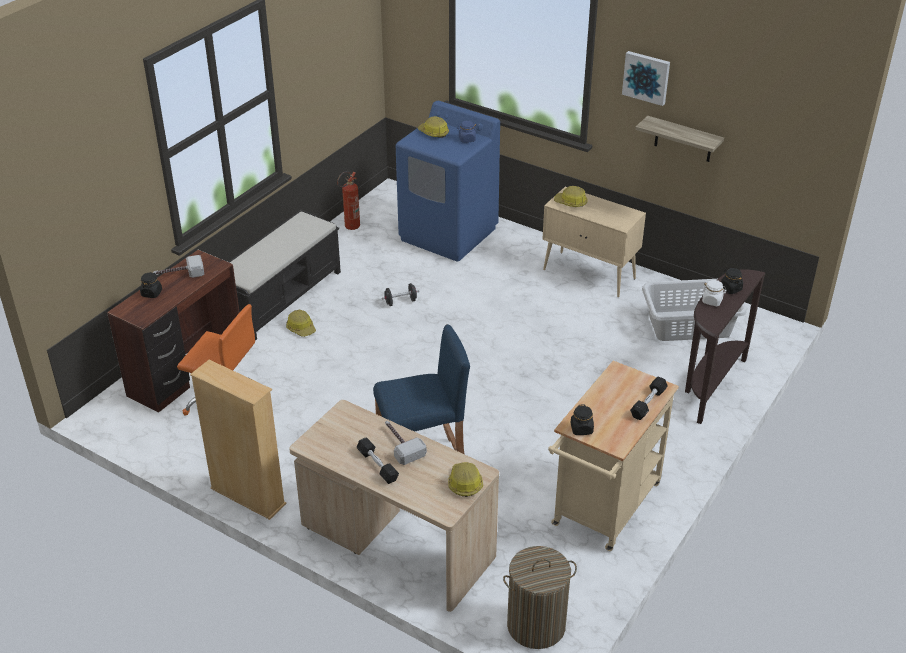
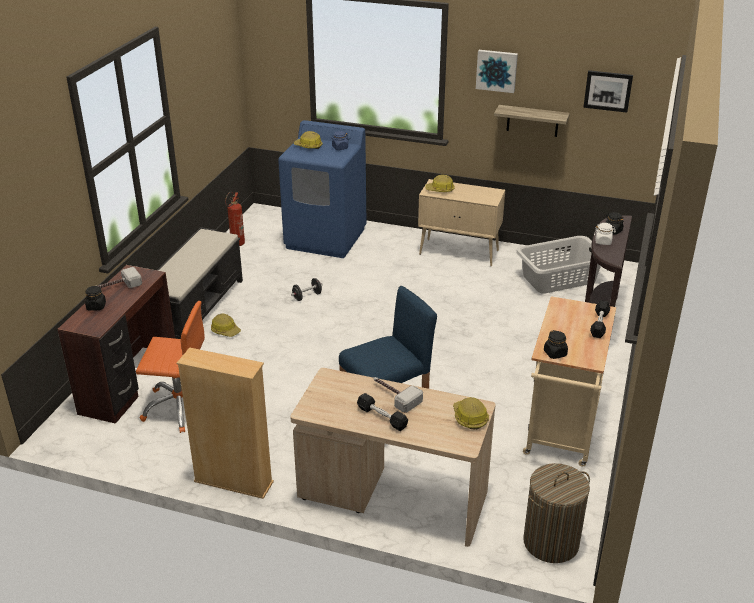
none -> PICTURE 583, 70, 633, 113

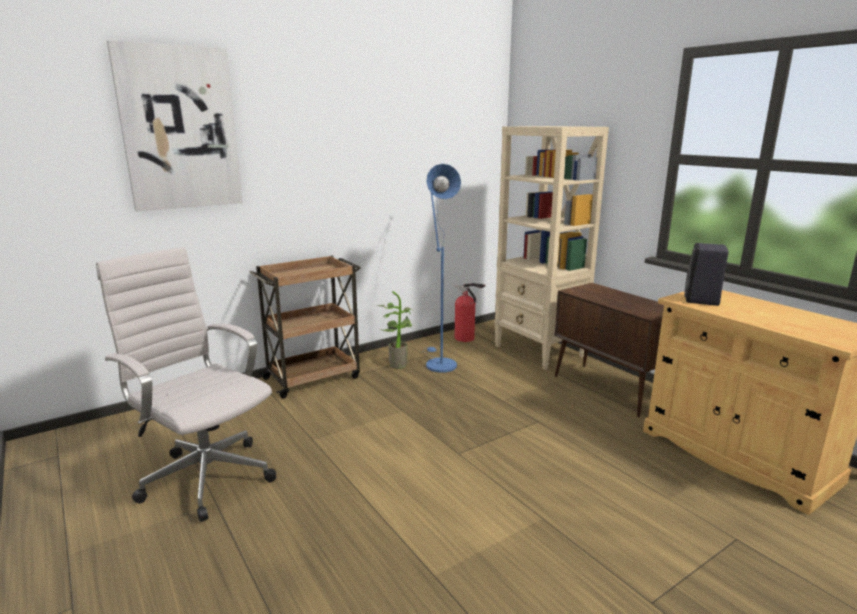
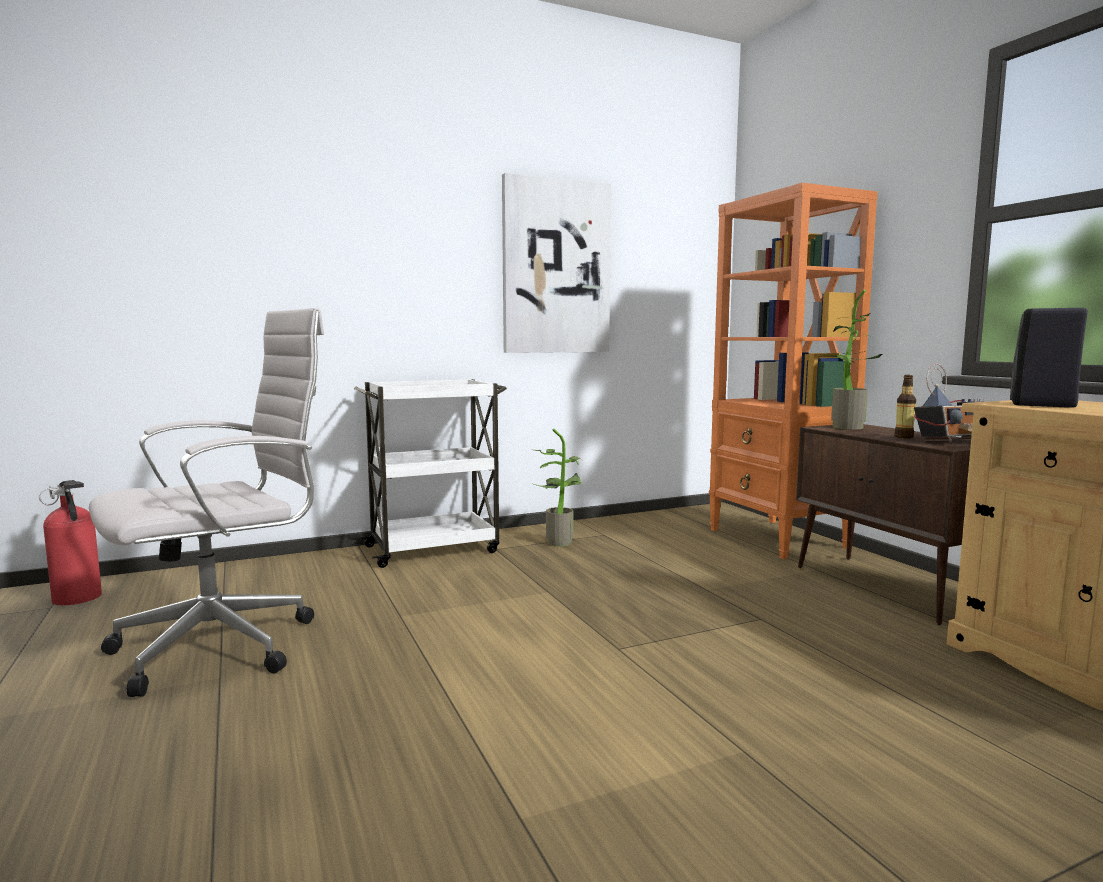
WHITE OFFICE CHAIR 96, 247, 276, 522 -> WHITE OFFICE CHAIR 89, 308, 324, 697, 90 degrees clockwise
PICTURE 107, 40, 243, 212 -> PICTURE 502, 173, 611, 353, relocated
BROWN CART 249, 256, 361, 398 -> WHITE CART 354, 379, 507, 568
BLUE FLOOR LAMP 423, 164, 461, 373 -> none
FIRE EXTINGUISHER 454, 283, 485, 342 -> FIRE EXTINGUISHER 39, 480, 102, 605, relocated
BEIGE BOOKCASE 494, 126, 609, 370 -> ORANGE BOOKCASE 709, 183, 878, 559
none -> POTTED PLANT 820, 290, 883, 429
none -> BOTTLE 894, 375, 916, 439
none -> RADIO 914, 363, 985, 442

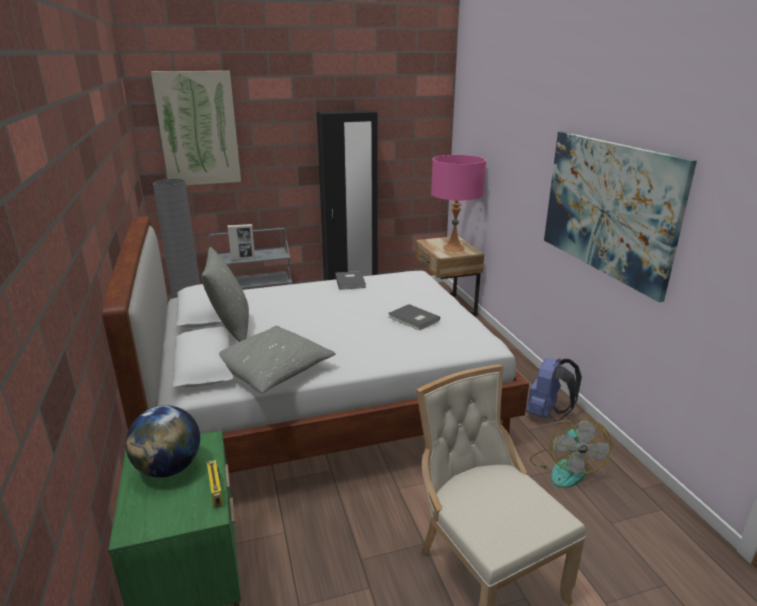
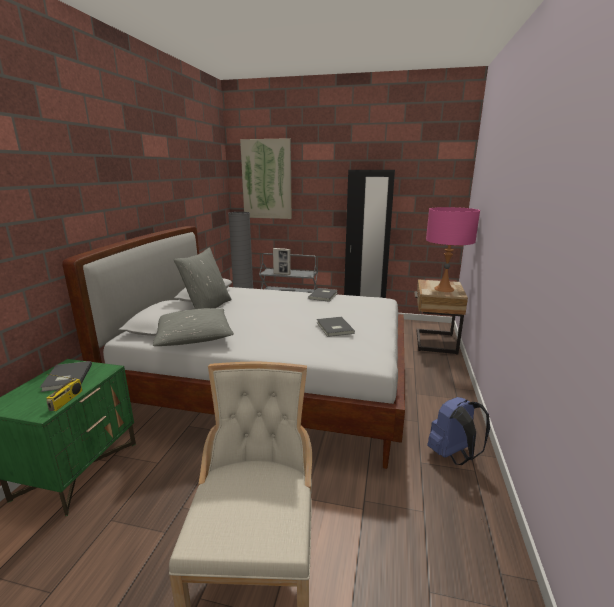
GLOBE 126, 405, 200, 478 -> GREY BOOK 40, 361, 92, 392
FAN 530, 418, 612, 488 -> none
PICTURE 544, 132, 697, 302 -> none

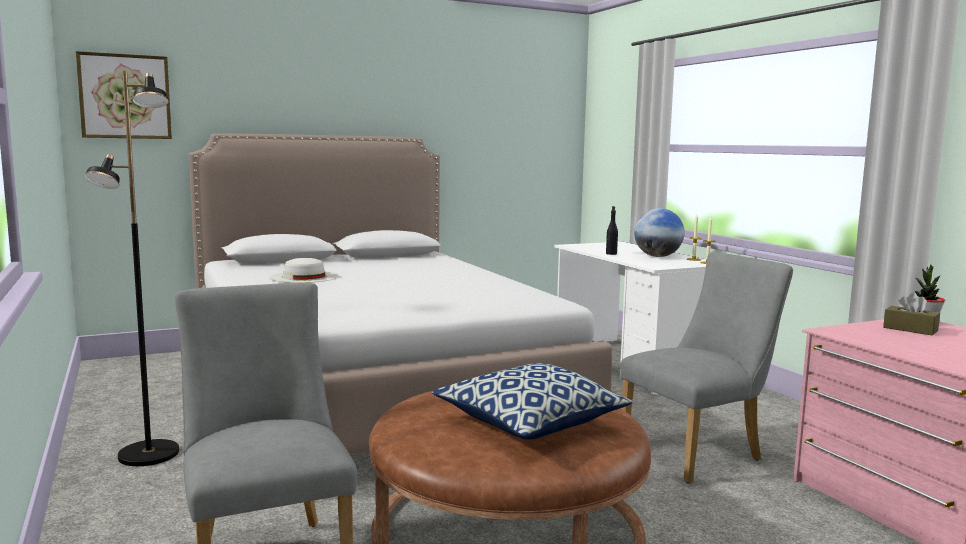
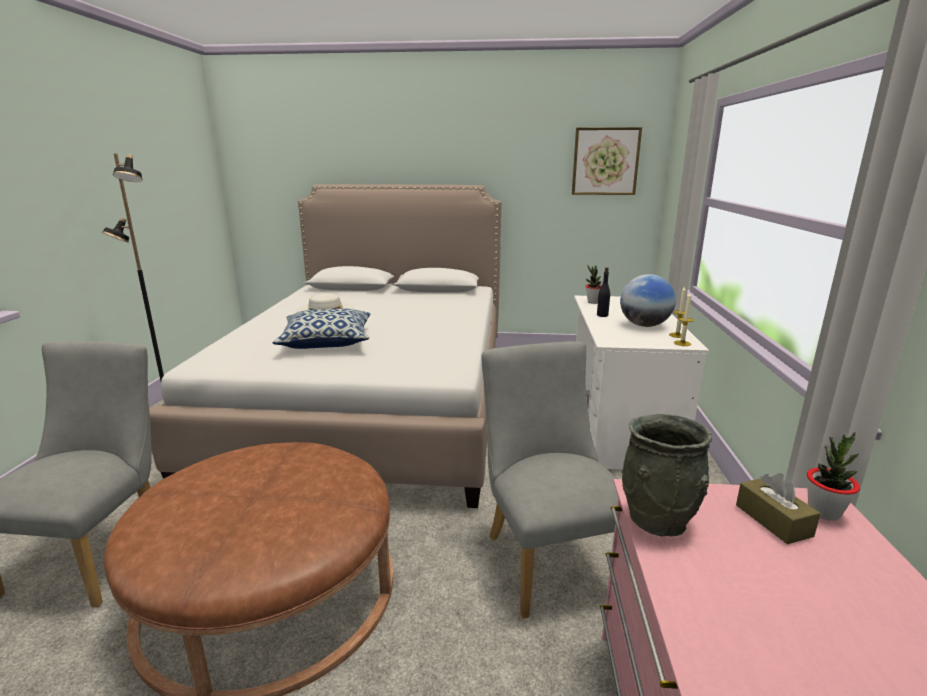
PICTURE 76, 51, 172, 139 -> PICTURE 572, 127, 642, 195, relocated
PILLOW 432, 363, 633, 439 -> PILLOW 273, 308, 371, 349, relocated
GREY CHAIR 620, 252, 793, 483 -> GREY CHAIR 482, 341, 618, 619, 105 degrees counterclockwise
none -> POTTED PLANT 586, 265, 602, 304
none -> GREY VASE 622, 414, 712, 537

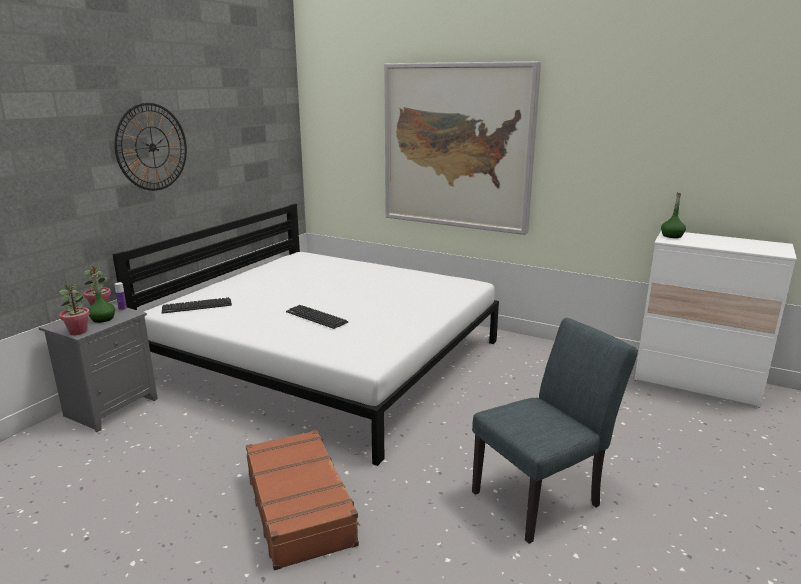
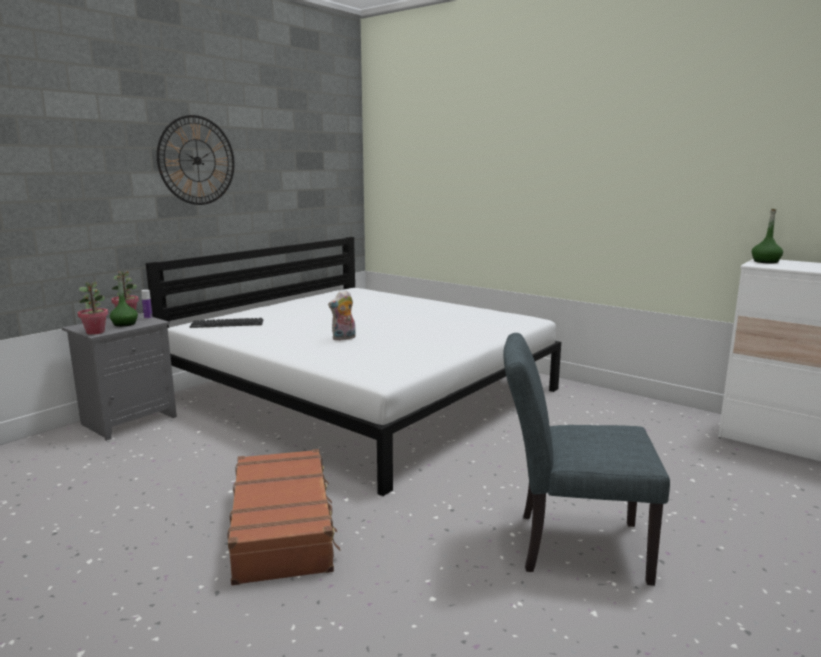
KEYBOARD 286, 305, 348, 329 -> PLUSH TOY 328, 290, 356, 340
PICTURE 384, 61, 541, 235 -> none
GREY CHAIR 472, 318, 638, 544 -> GREY CHAIR 503, 333, 670, 586, 150 degrees counterclockwise

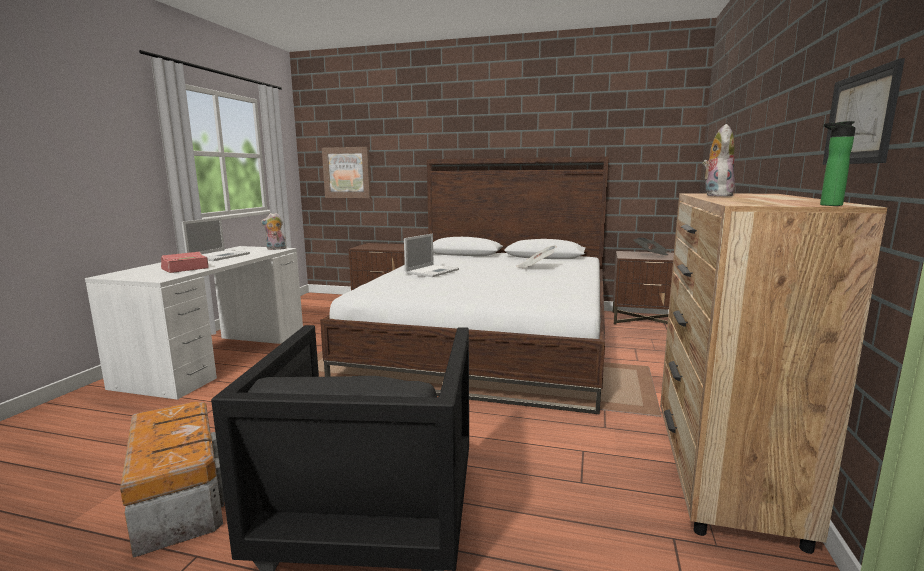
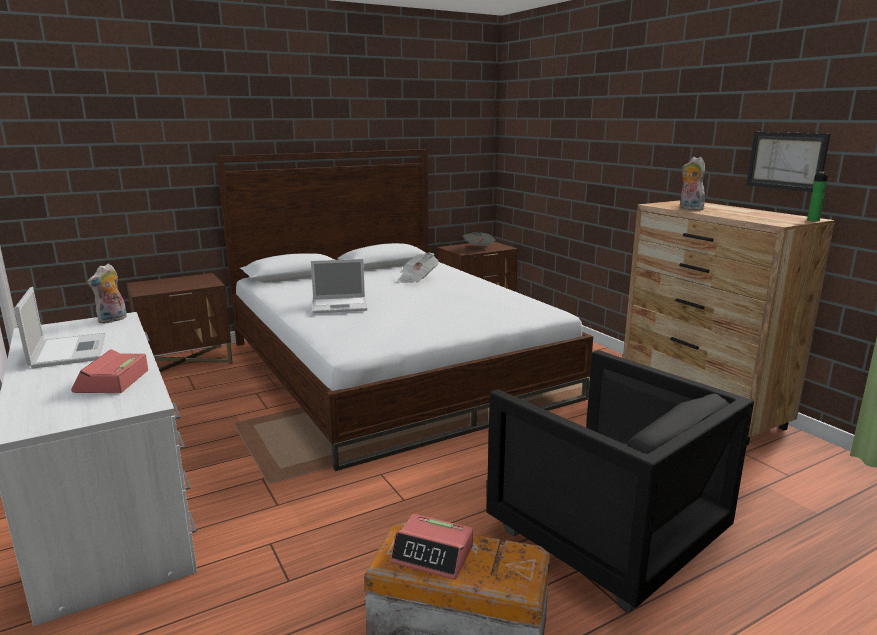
PICTURE 322, 147, 371, 198 -> none
LAPTOP 404, 233, 459, 277 -> LAPTOP 311, 259, 367, 313, 90 degrees clockwise
none -> ALARM CLOCK 390, 514, 473, 580

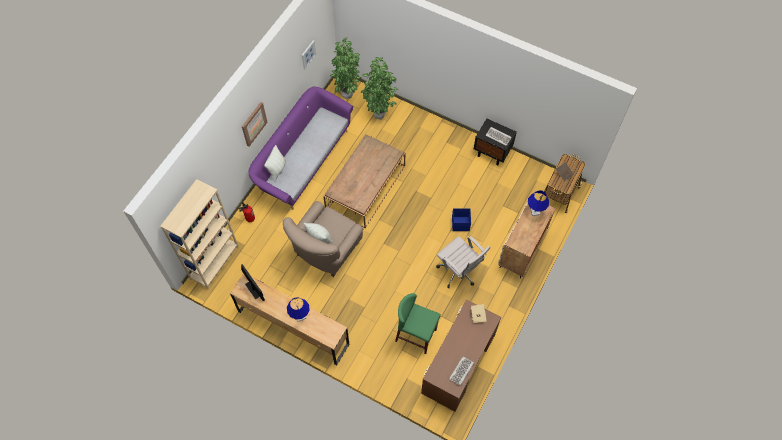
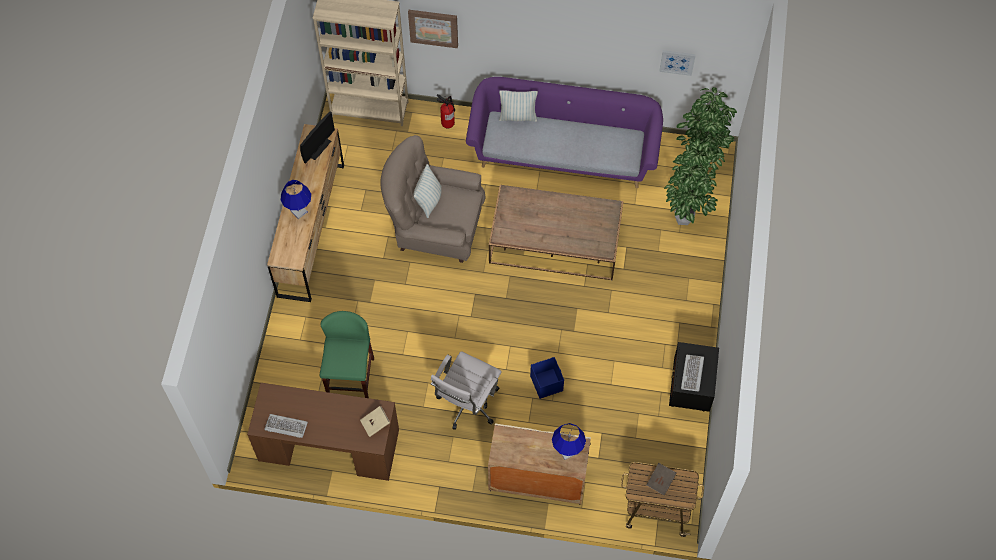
PICTURE 242, 102, 268, 146 -> PICTURE 408, 10, 458, 48, relocated

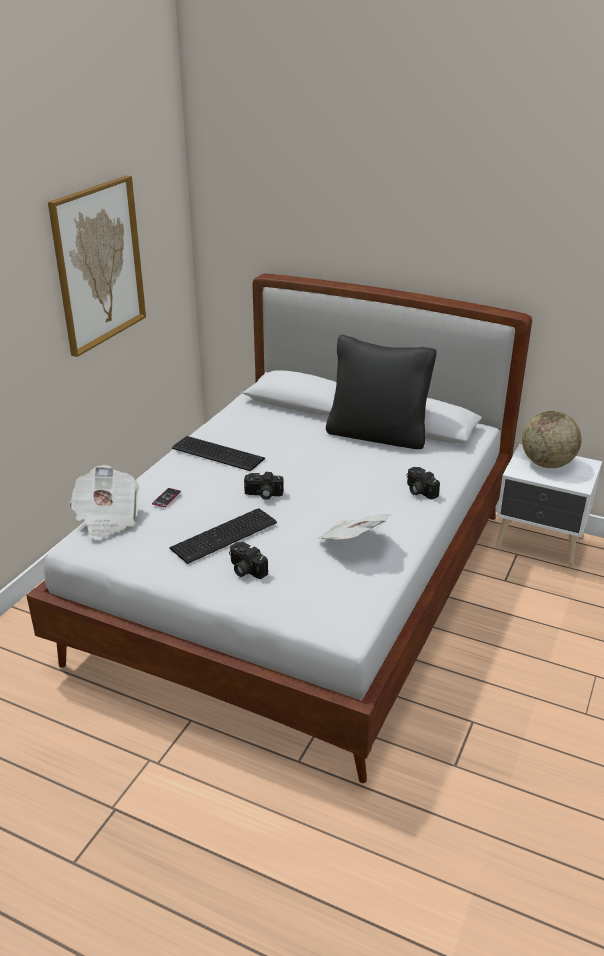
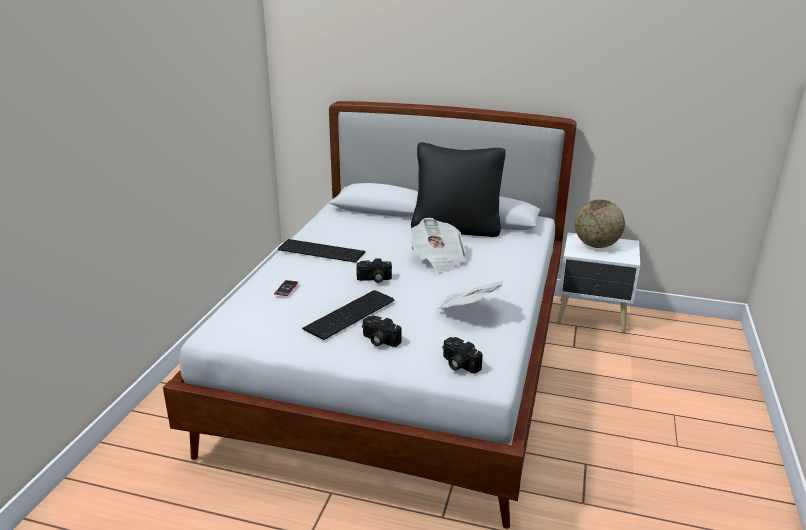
PICTURE 48, 176, 146, 357 -> none
NEWSPAPER 70, 465, 139, 540 -> NEWSPAPER 411, 218, 466, 273, relocated
PHOTO CAMERA 406, 467, 440, 499 -> PHOTO CAMERA 442, 337, 483, 374, relocated

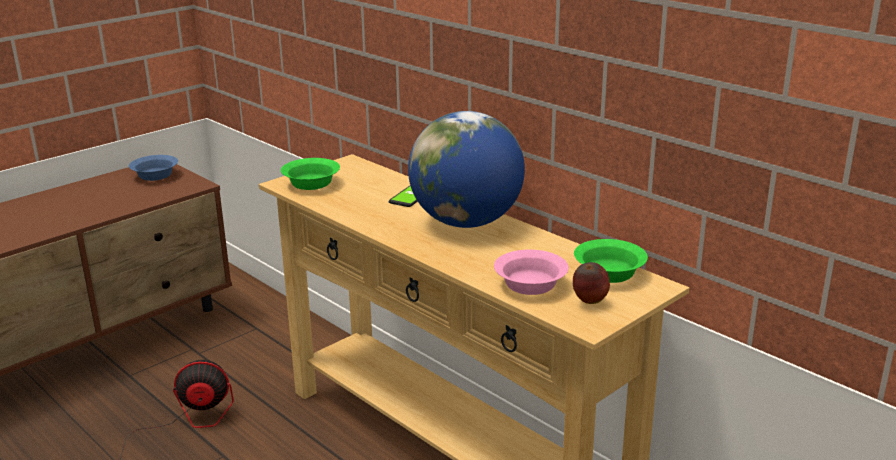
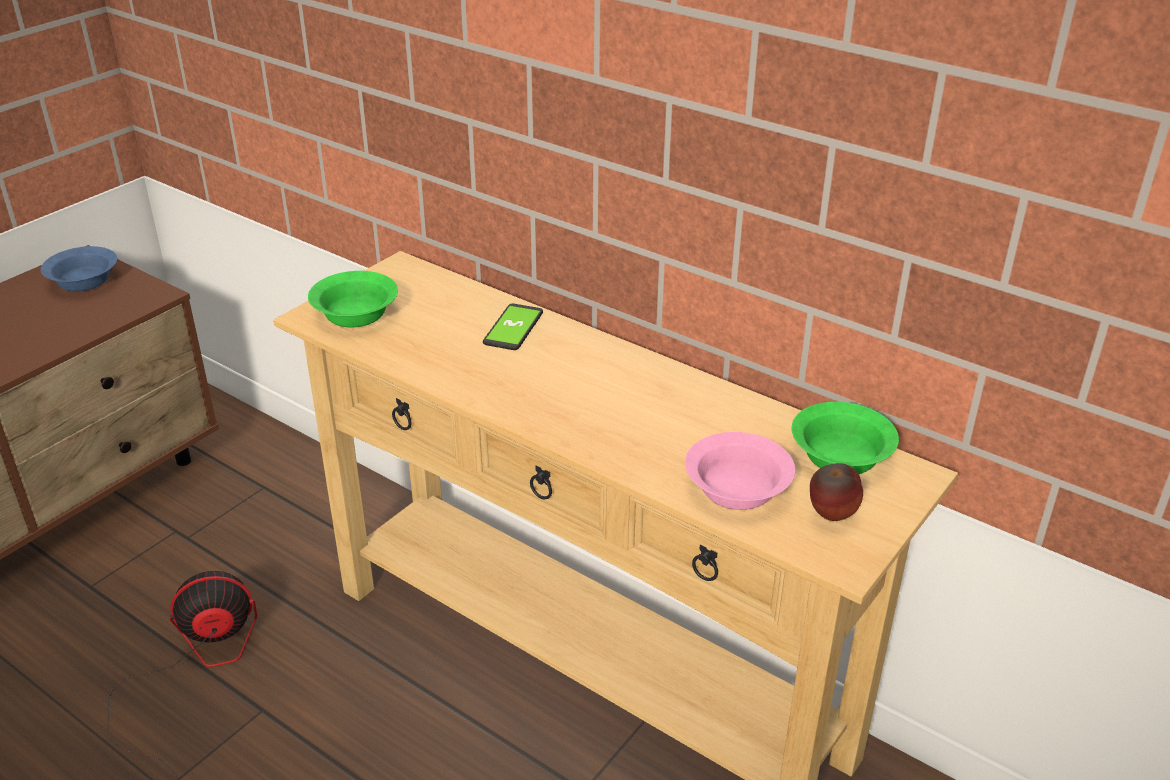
GLOBE 408, 111, 525, 228 -> none

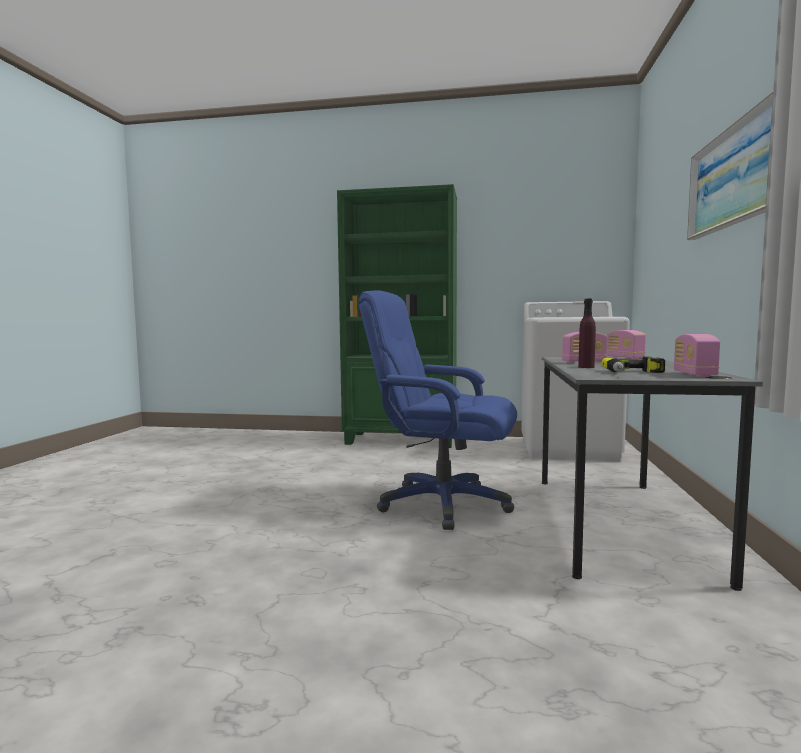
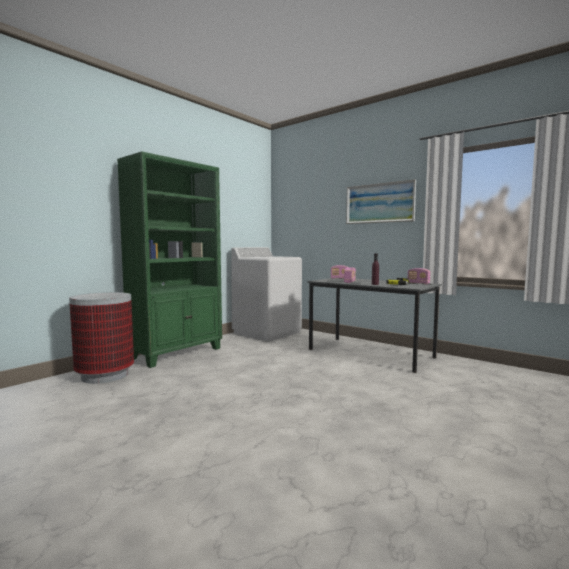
BLUE OFFICE CHAIR 358, 290, 517, 530 -> none
none -> TRASH CAN 69, 292, 134, 384

